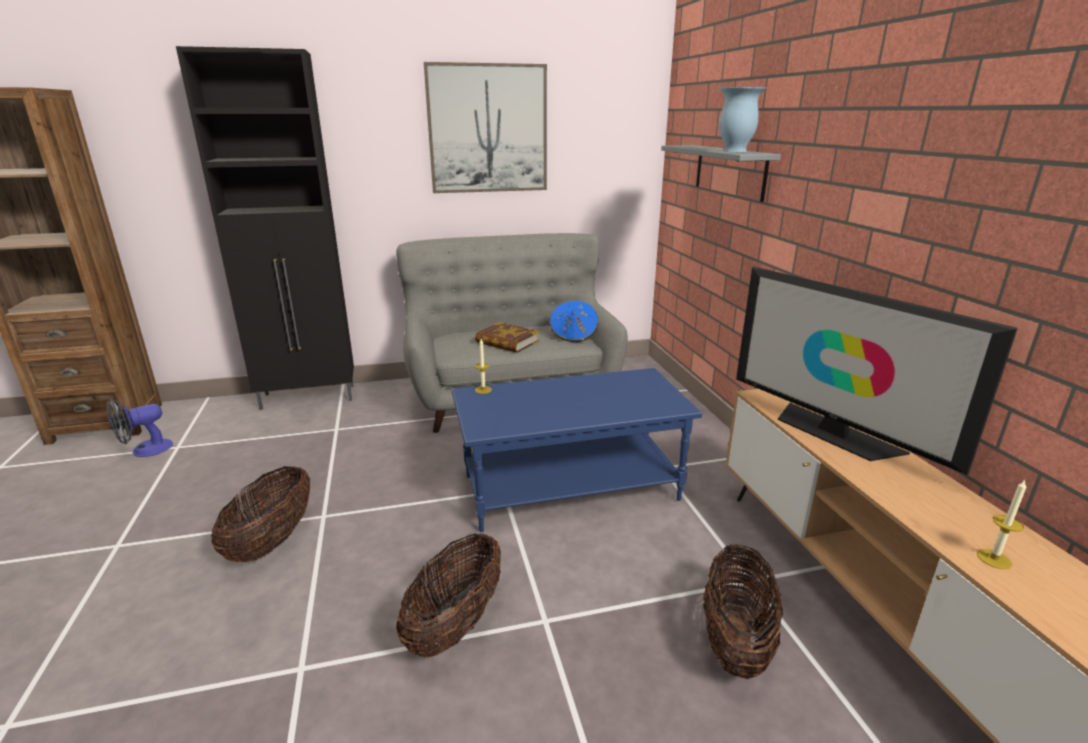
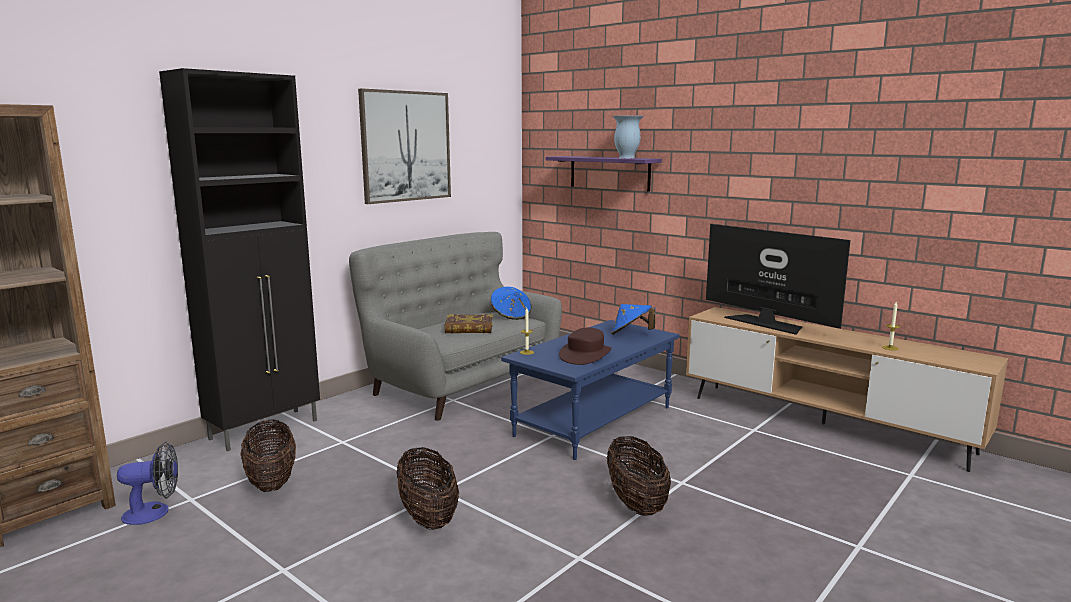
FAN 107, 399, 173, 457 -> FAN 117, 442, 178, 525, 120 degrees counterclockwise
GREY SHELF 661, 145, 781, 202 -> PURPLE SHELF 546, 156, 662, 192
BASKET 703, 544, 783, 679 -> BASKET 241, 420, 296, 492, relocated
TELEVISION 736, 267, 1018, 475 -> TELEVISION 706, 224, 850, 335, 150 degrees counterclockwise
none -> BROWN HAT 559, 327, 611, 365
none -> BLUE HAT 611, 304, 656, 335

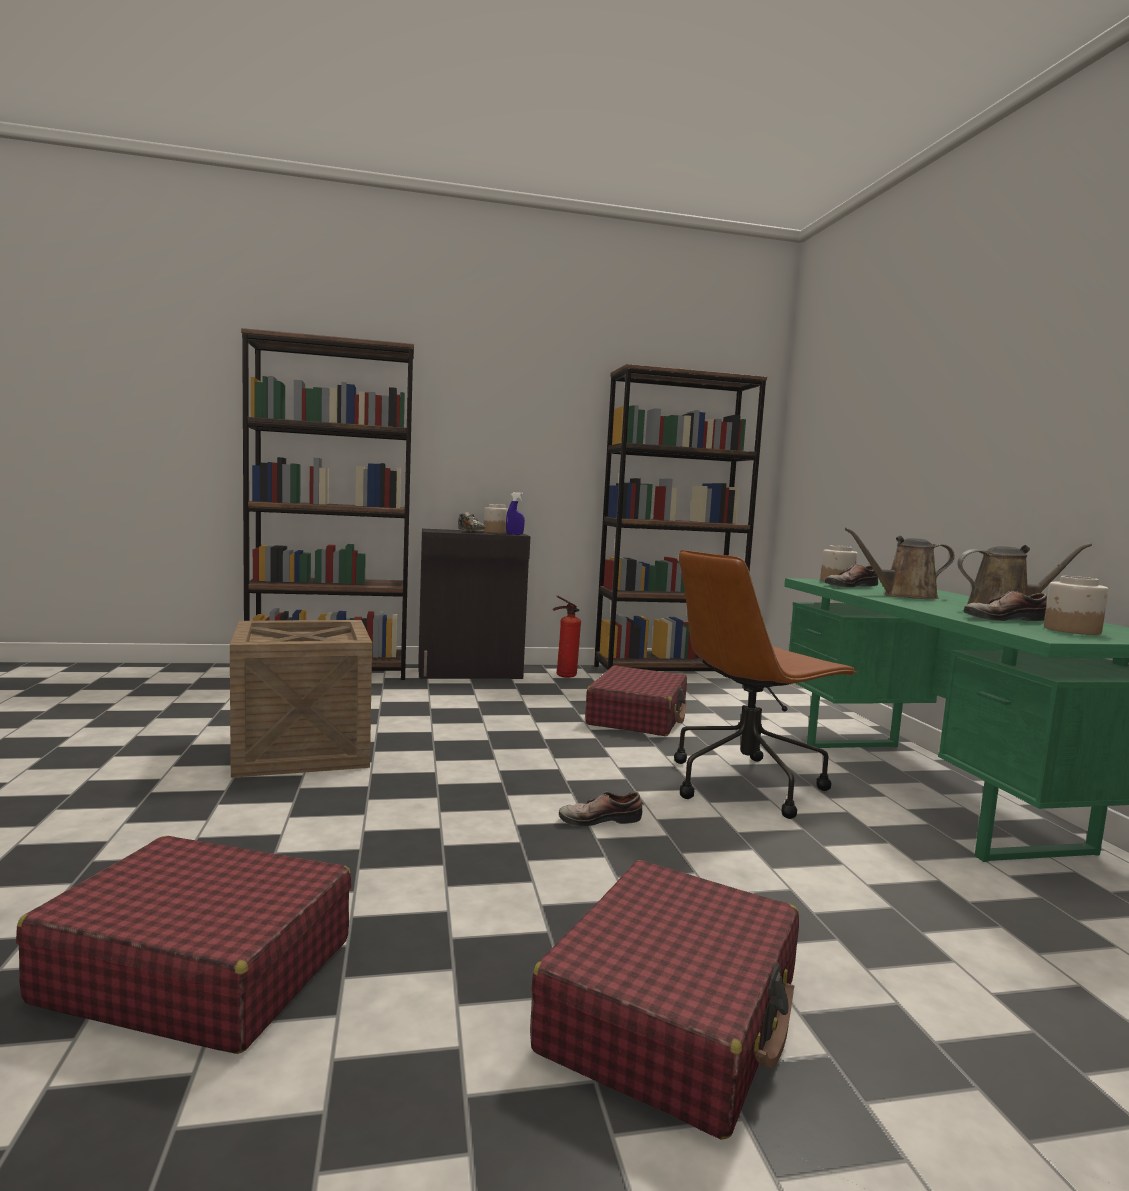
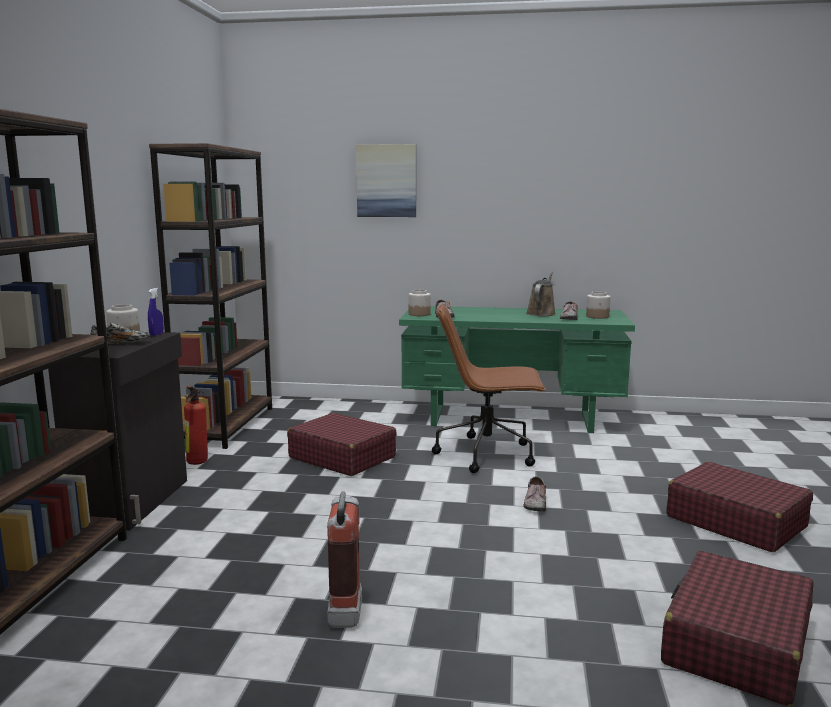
CRATE 230, 620, 372, 778 -> FIRE EXTINGUISHER 327, 491, 362, 628
BROWN OFFICE CHAIR 674, 550, 857, 819 -> BROWN OFFICE CHAIR 432, 304, 546, 473, 105 degrees clockwise
BROWN WATERING CAN 845, 528, 955, 599 -> none
none -> PICTURE 356, 144, 416, 217

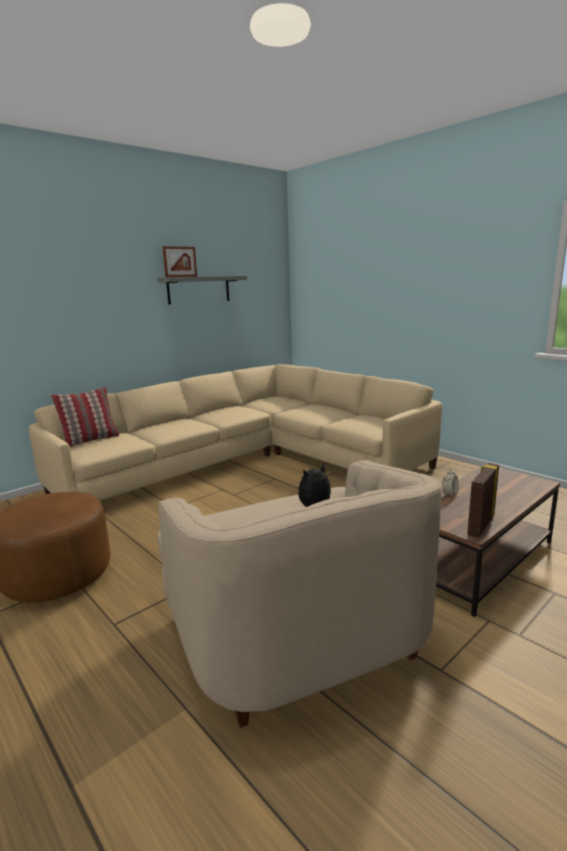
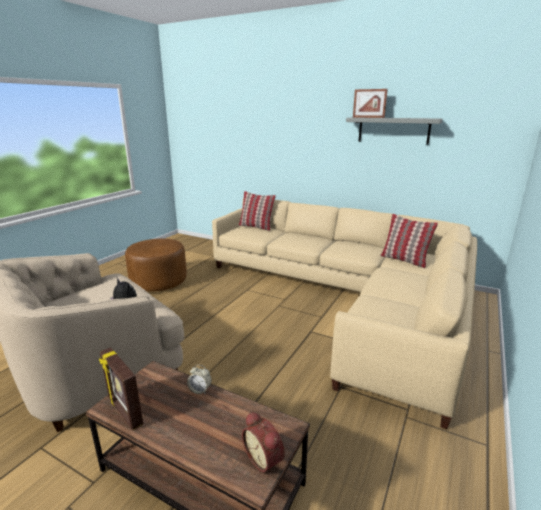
PICTURE FRAME 467, 463, 499, 538 -> PICTURE FRAME 99, 347, 143, 430, 150 degrees counterclockwise
none -> ALARM CLOCK 242, 411, 285, 475
none -> PILLOW 380, 214, 438, 268

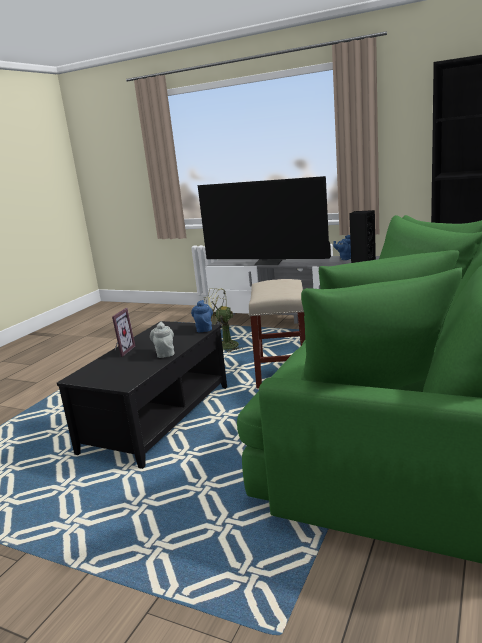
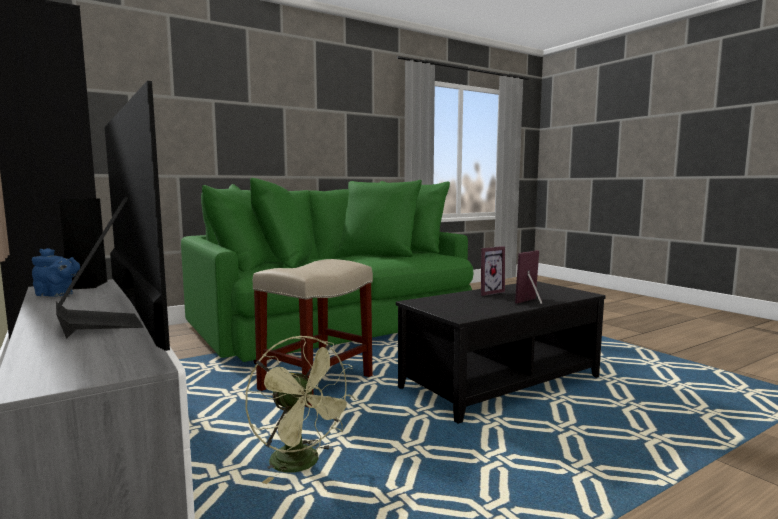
GREY TEAPOT 150, 322, 175, 358 -> PICTURE FRAME 480, 246, 505, 296
BLUE TEAPOT 191, 300, 213, 332 -> none

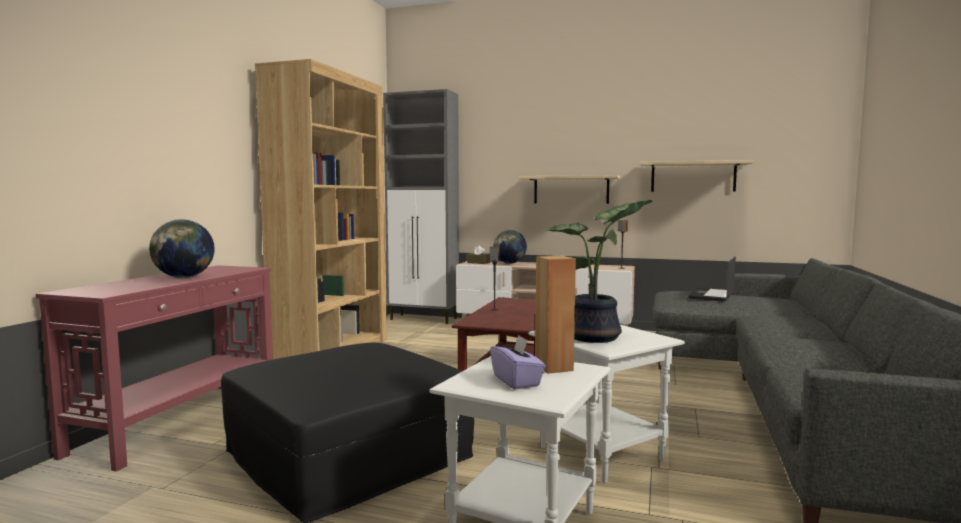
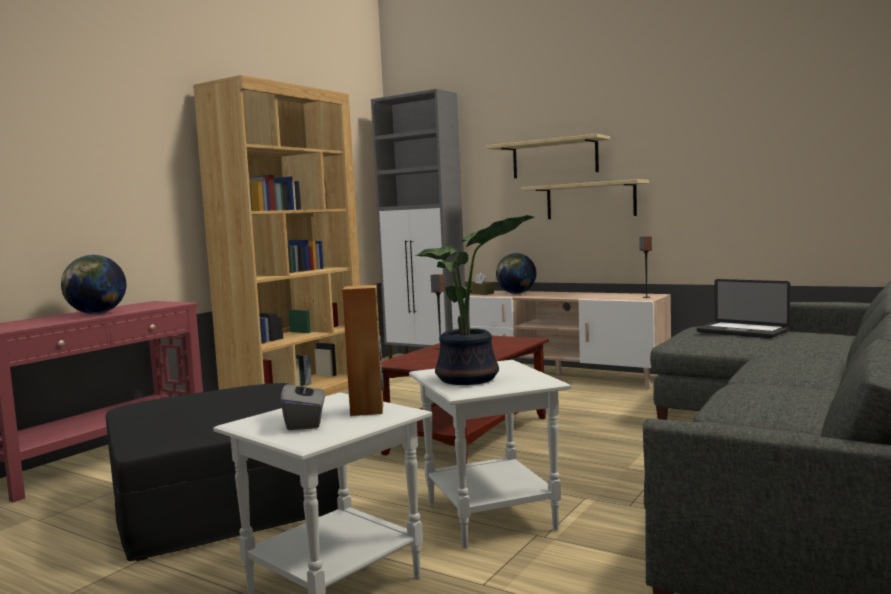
PURPLE TISSUE BOX 490, 335, 546, 389 -> GREY TISSUE BOX 281, 372, 325, 430
BEIGE SHELF 640, 160, 754, 192 -> BEIGE SHELF 487, 134, 610, 178, relocated
LAPTOP 688, 257, 736, 302 -> LAPTOP 696, 279, 790, 338, 90 degrees counterclockwise

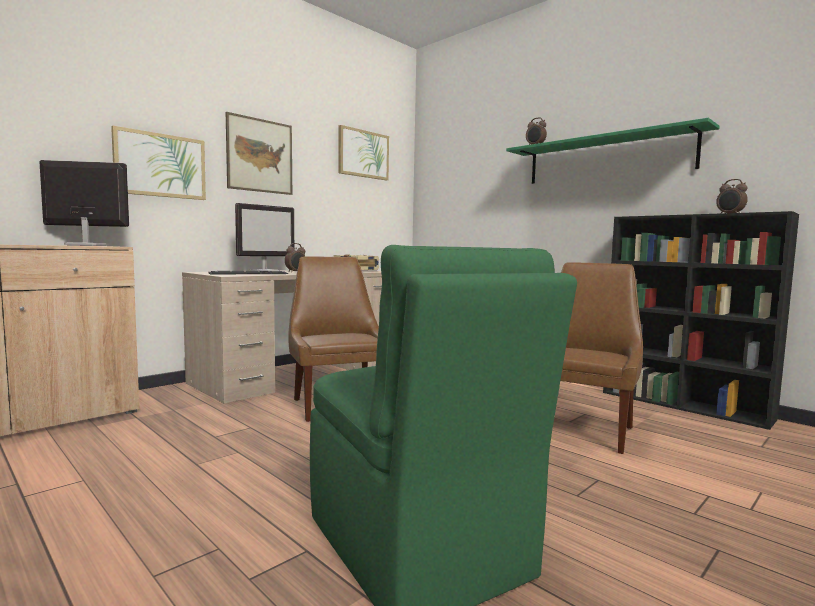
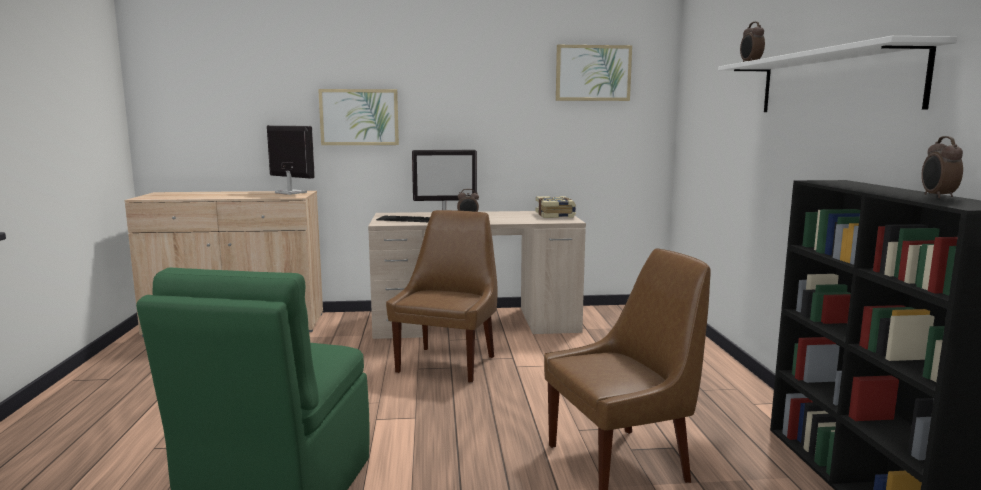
PICTURE 226, 112, 292, 195 -> none
GREEN SHELF 506, 118, 720, 184 -> WHITE SHELF 718, 36, 957, 112

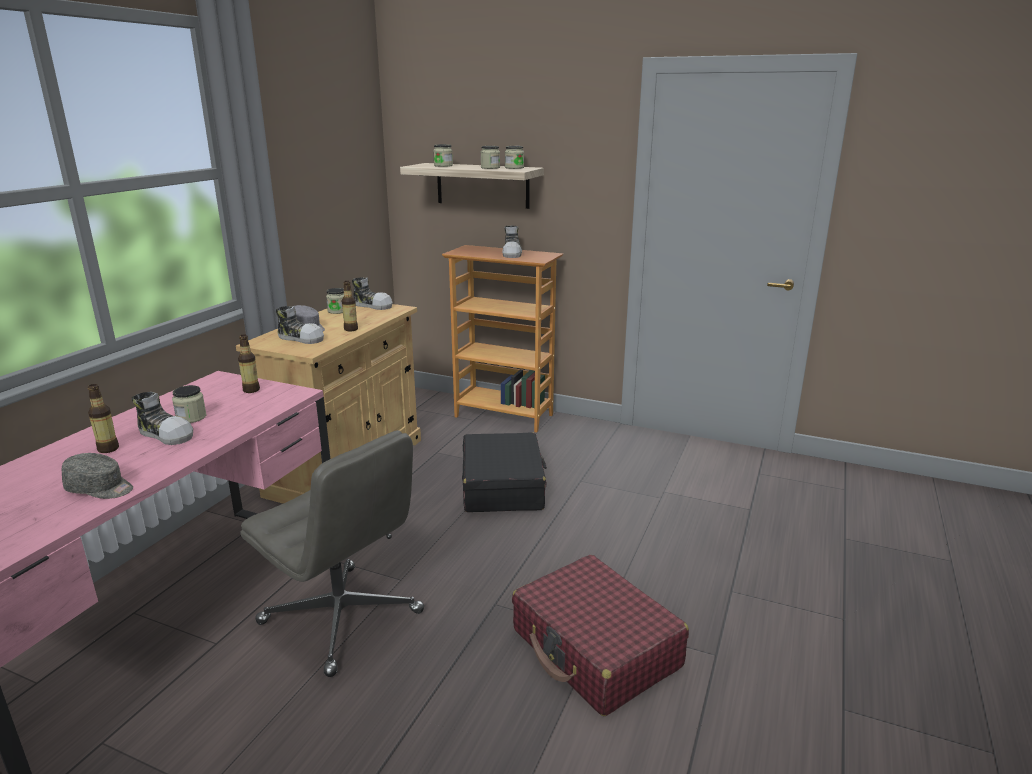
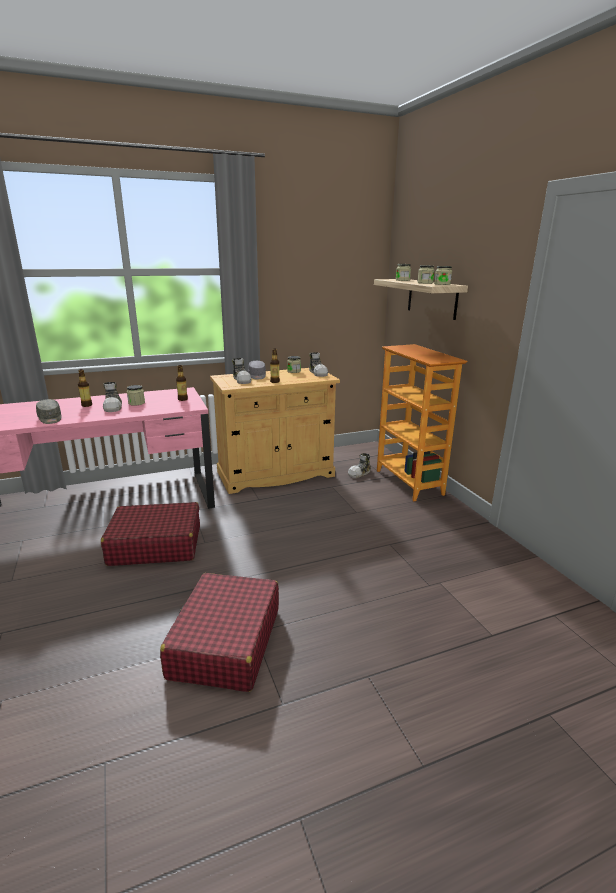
GREY OFFICE CHAIR 241, 430, 424, 677 -> RED SUITCASE 101, 502, 200, 566
BLACK SUITCASE 462, 432, 547, 512 -> none
SHOE 502, 226, 522, 258 -> SHOE 348, 453, 371, 478, relocated

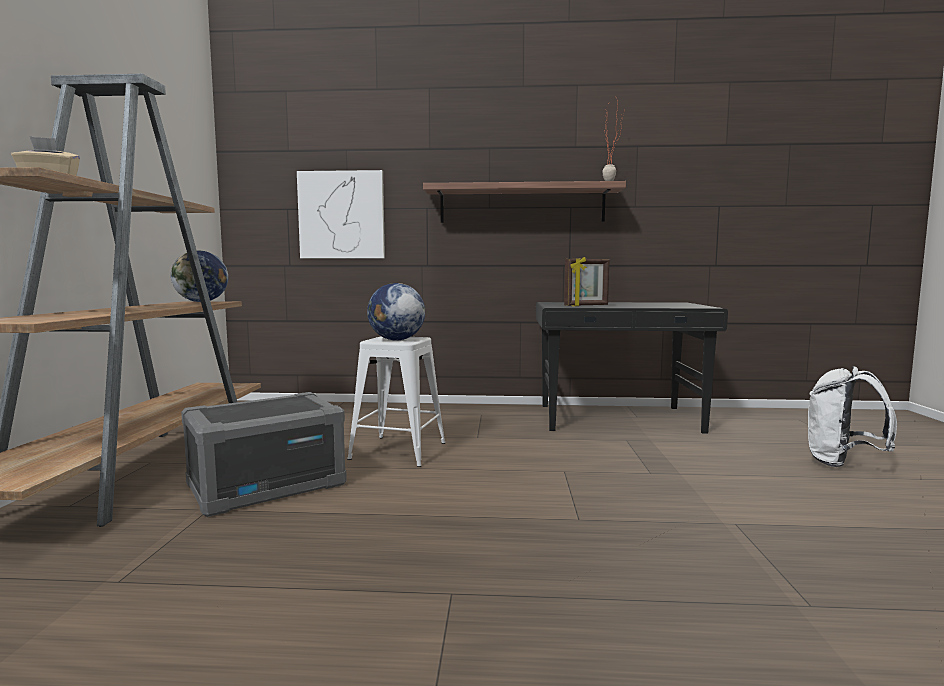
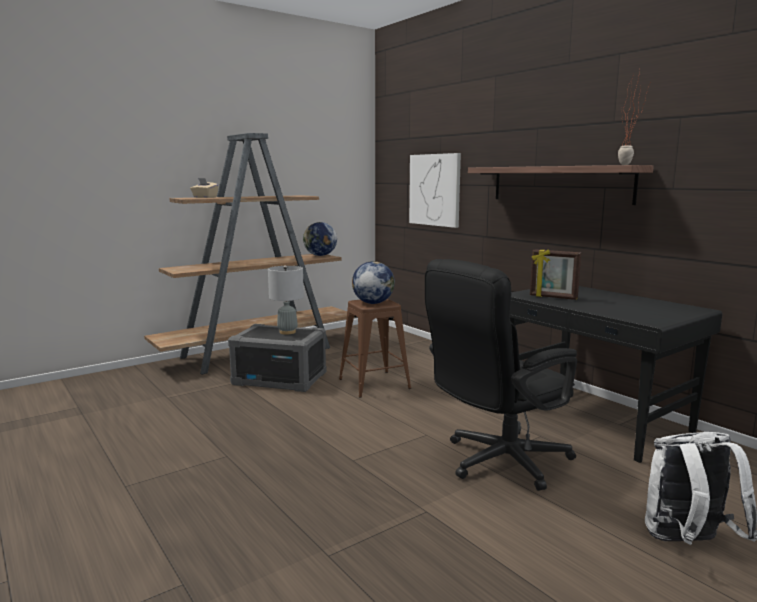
WHITE STOOL 347, 336, 445, 467 -> BROWN STOOL 339, 299, 411, 398
none -> GREY TABLE LAMP 268, 265, 304, 335
none -> BLACK OFFICE CHAIR 425, 259, 577, 491

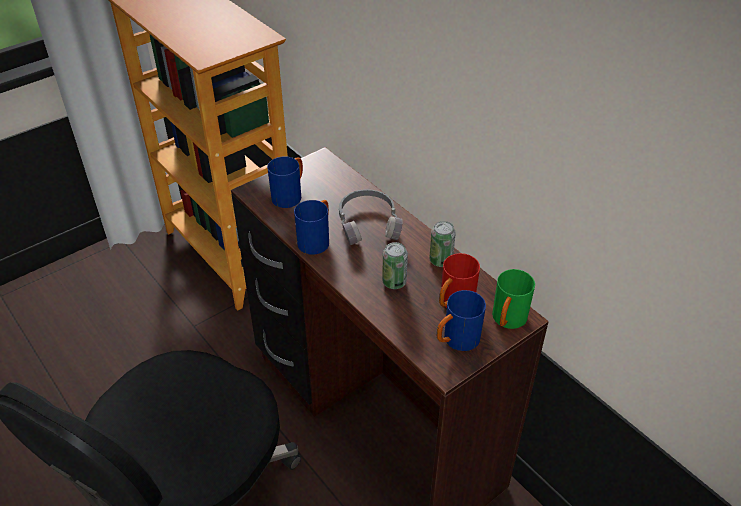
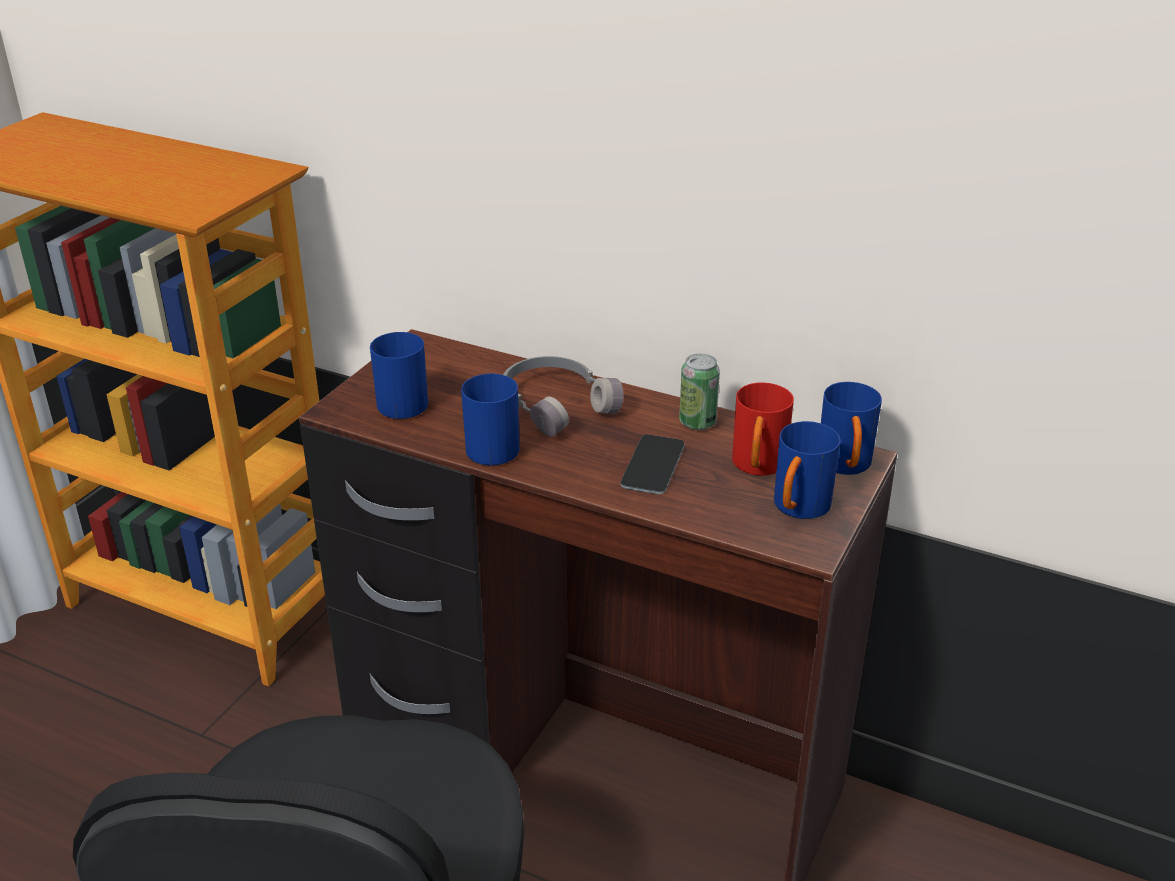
CAN 382, 242, 408, 289 -> PHONE 620, 435, 685, 494
GREEN MUG 492, 269, 535, 329 -> BLUE MUG 821, 382, 882, 475

